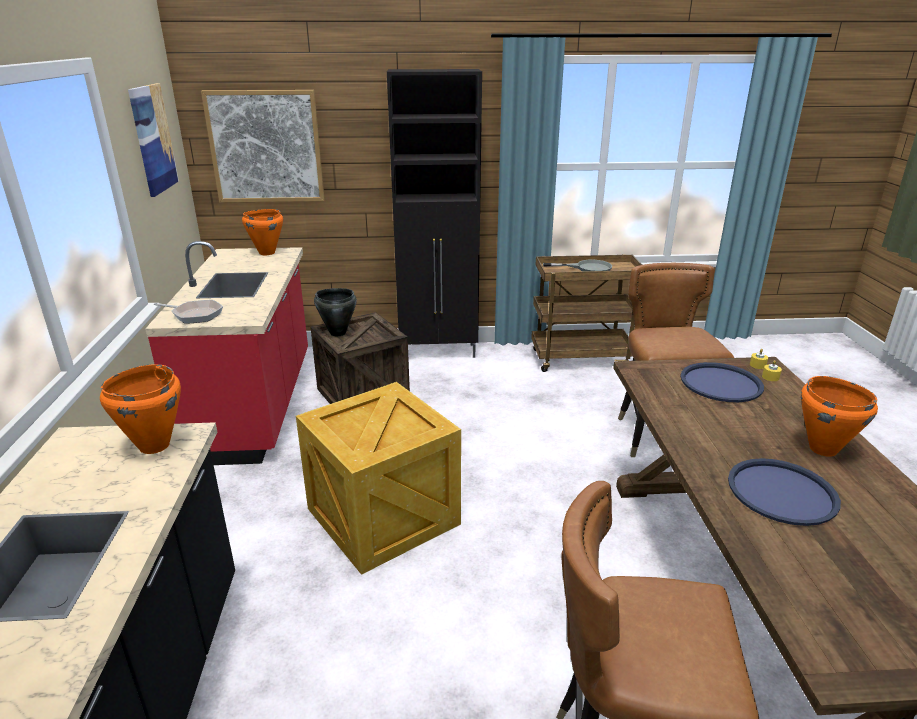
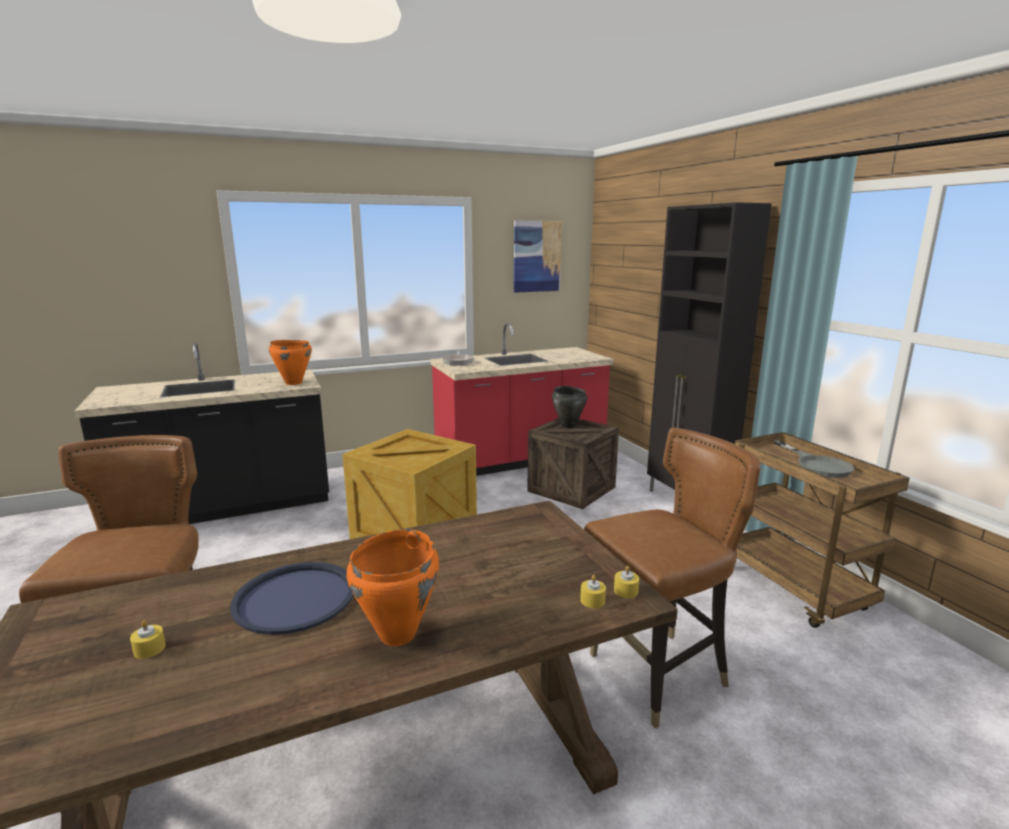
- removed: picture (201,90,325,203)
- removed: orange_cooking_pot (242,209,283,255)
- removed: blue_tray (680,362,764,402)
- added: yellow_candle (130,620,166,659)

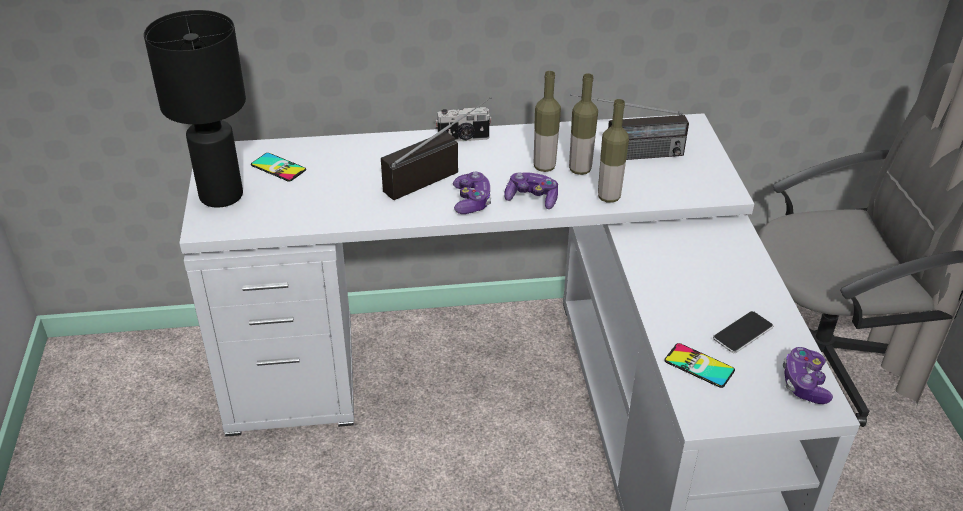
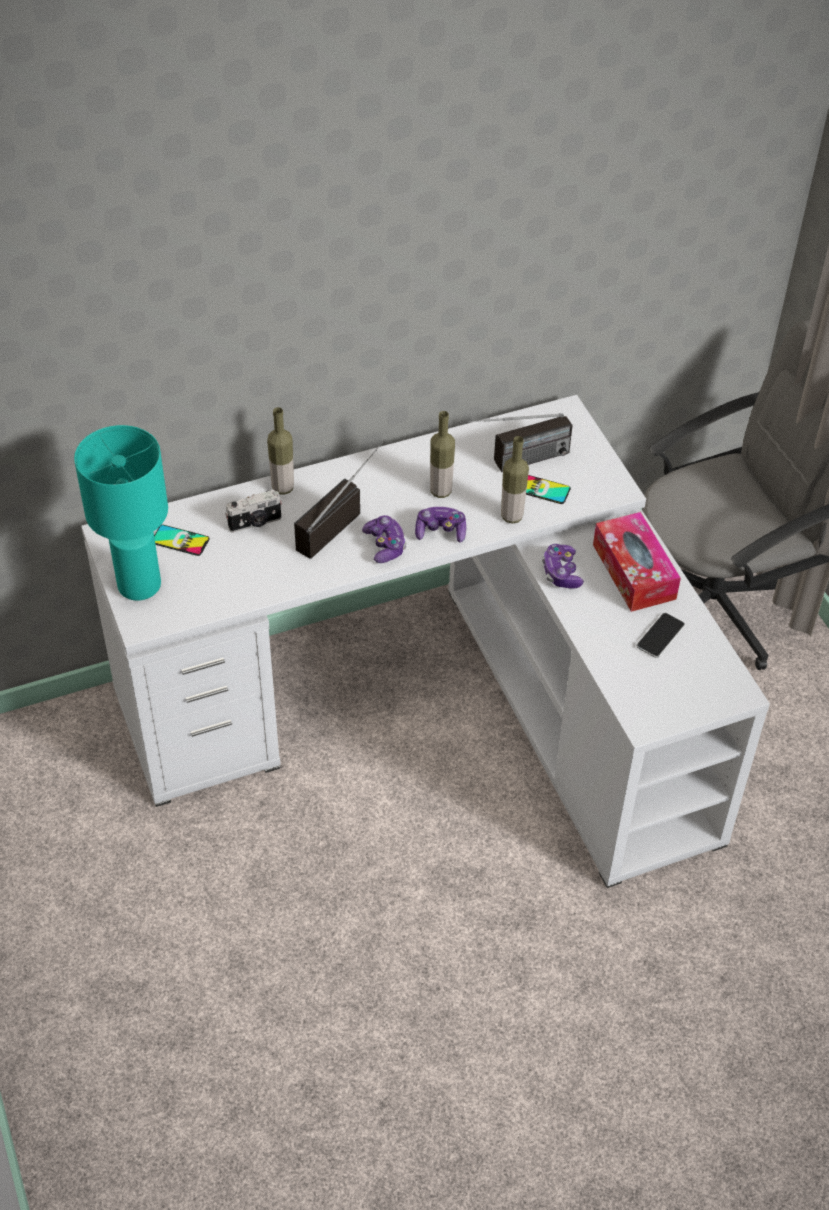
- added: tissue_box (593,512,681,612)
- moved: photo_camera (435,107,492,142) to (225,490,282,533)
- moved: bottle (569,73,598,175) to (267,407,294,495)
- moved: phone (664,343,735,388) to (526,475,571,504)
- moved: game_controller (783,347,833,404) to (542,544,584,589)
- recoloured: black_table_lamp (144,10,246,208) to turquoise_table_lamp (74,425,168,601)

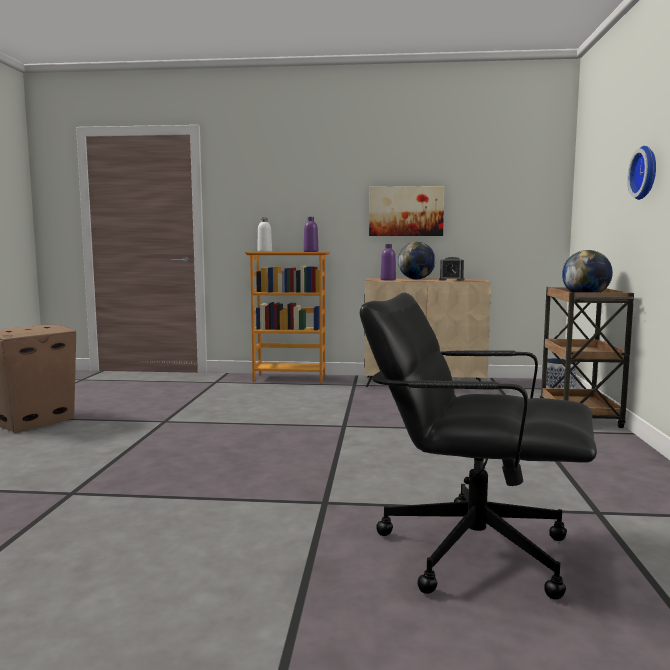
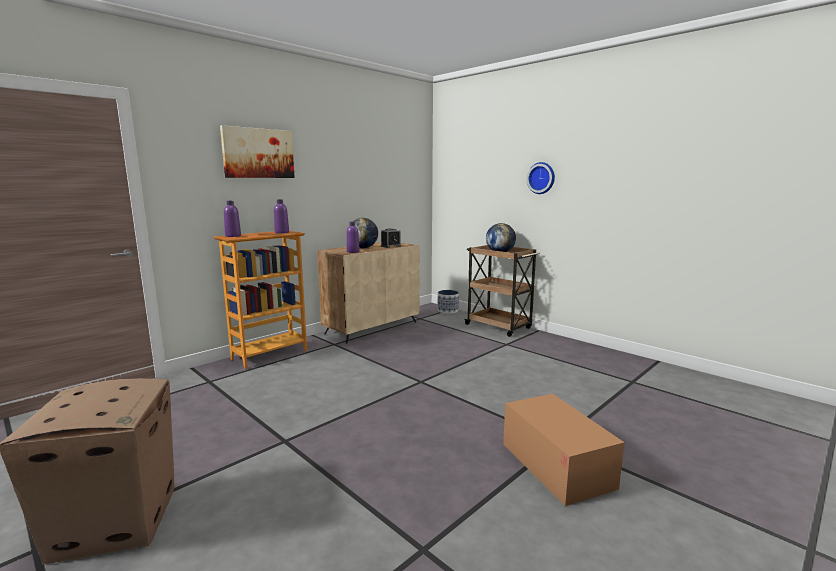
- removed: black_office_chair (360,293,597,600)
- added: cardboard_box (503,394,624,506)
- moved: picture (369,186,444,236) to (220,125,295,178)
- recoloured: white_bottle (257,217,272,252) to purple_bottle (224,201,241,237)

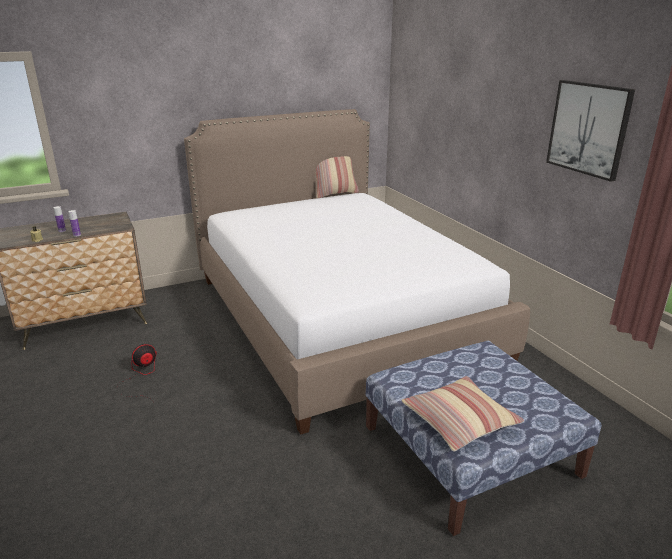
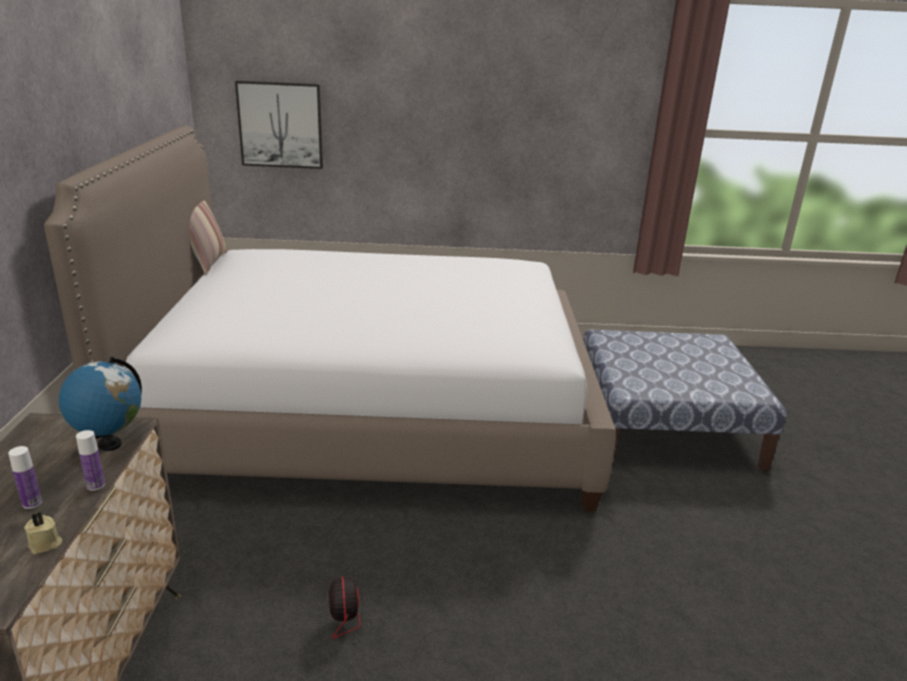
- removed: pillow (401,376,524,452)
- added: globe (59,357,142,451)
- moved: picture (546,80,635,182) to (235,81,323,169)

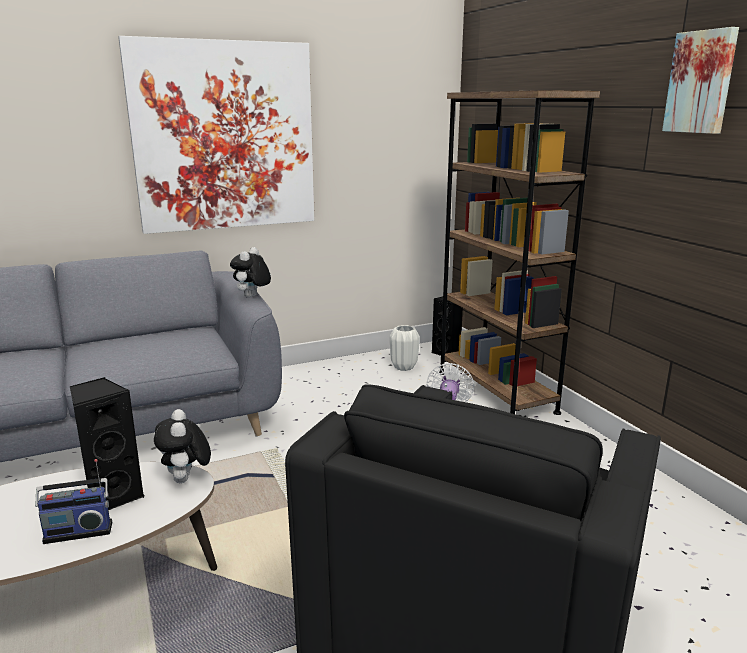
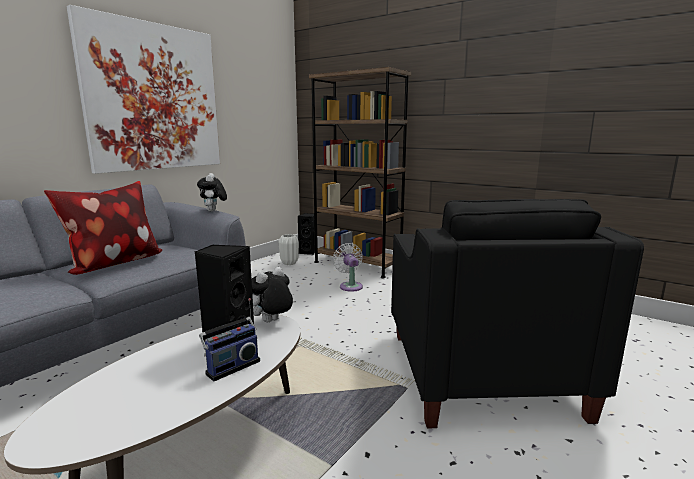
- removed: picture (662,27,739,134)
- added: pillow (44,181,162,275)
- turned: plush_toy (154,409,211,483) = (252,267,293,322) 90 degrees clockwise

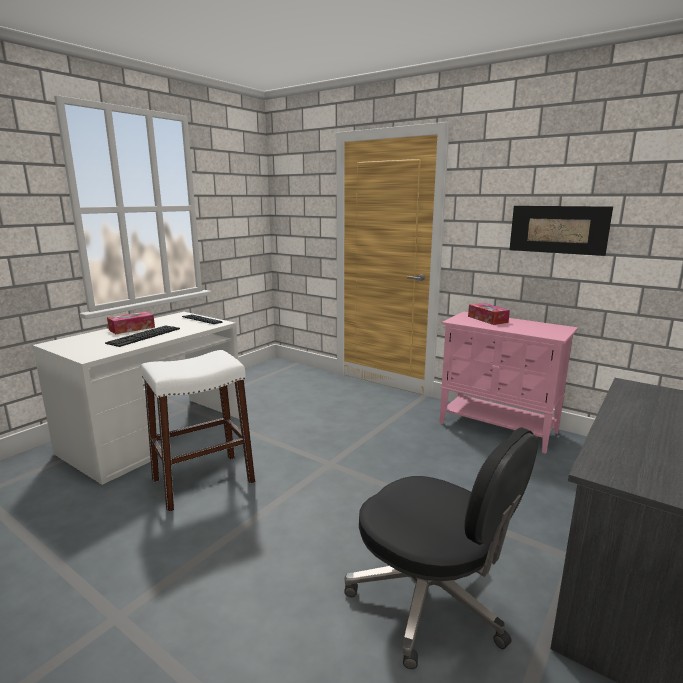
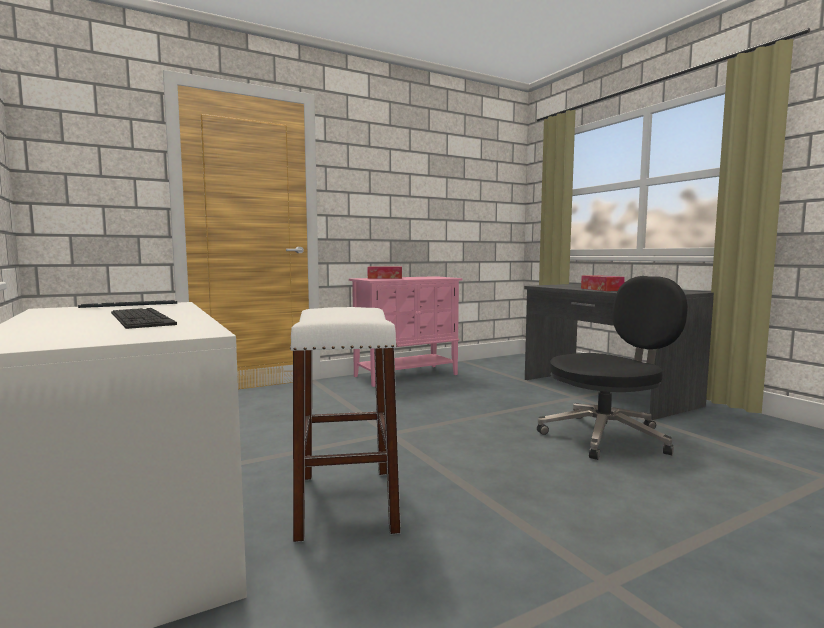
- removed: picture (510,206,613,256)
- moved: tissue_box (107,312,155,334) to (581,275,625,291)

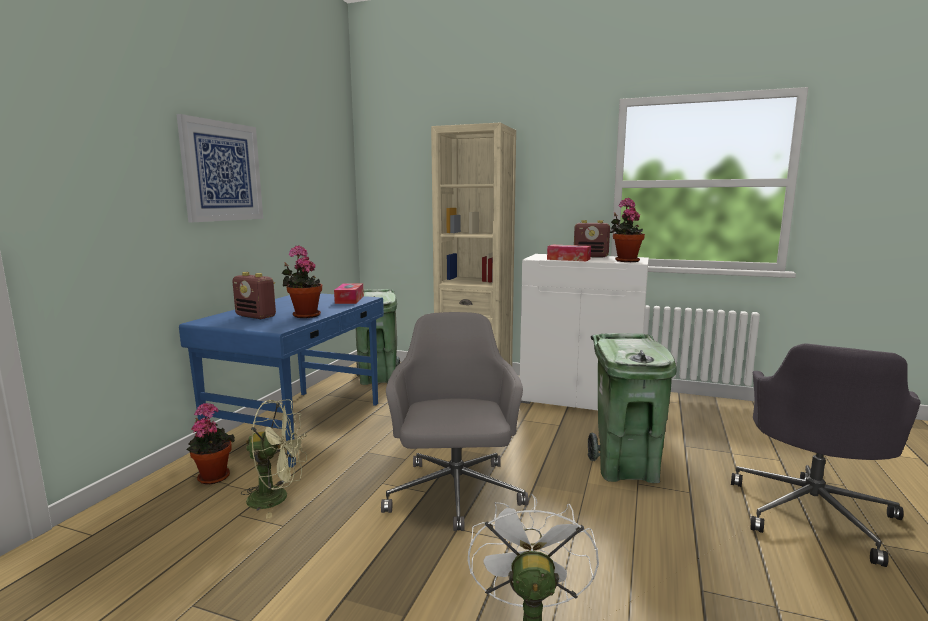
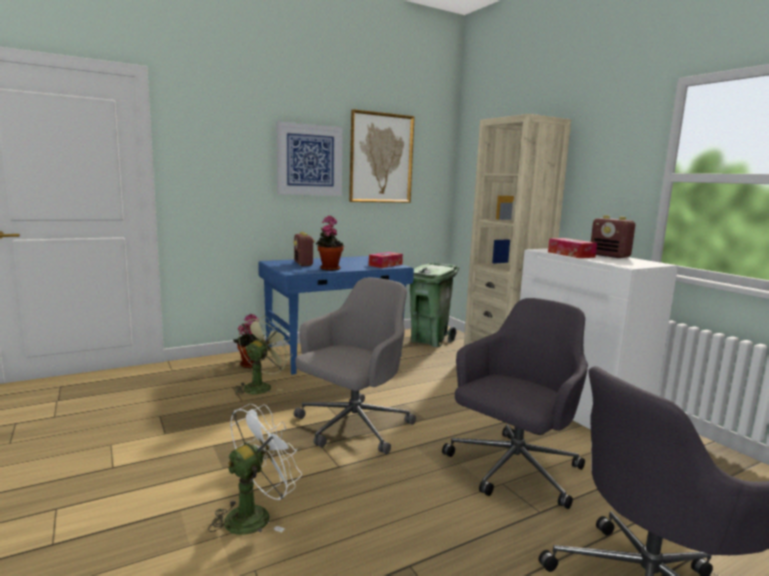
- removed: potted_plant (610,198,645,262)
- added: picture (349,109,415,203)
- replaced: green_trash_can (588,333,677,483) to grey_office_chair (442,298,588,509)
- turned: green_fan (240,399,307,519) = (235,316,293,395) 105 degrees counterclockwise

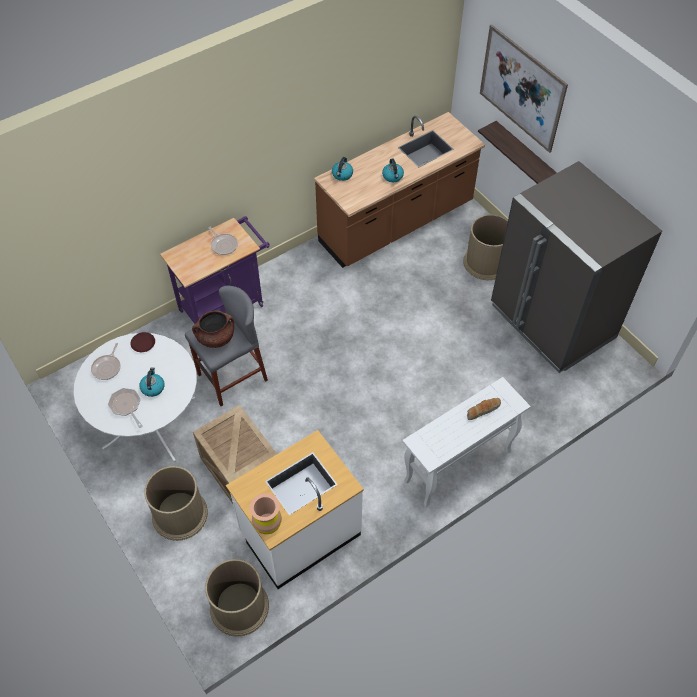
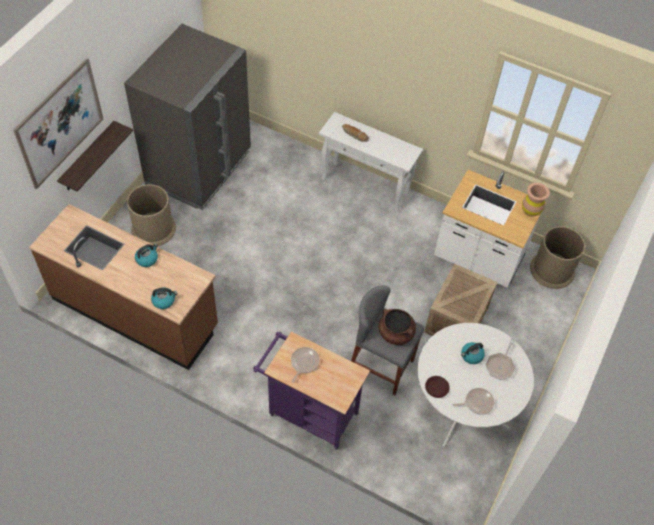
- removed: brown_trash_can (144,466,208,541)

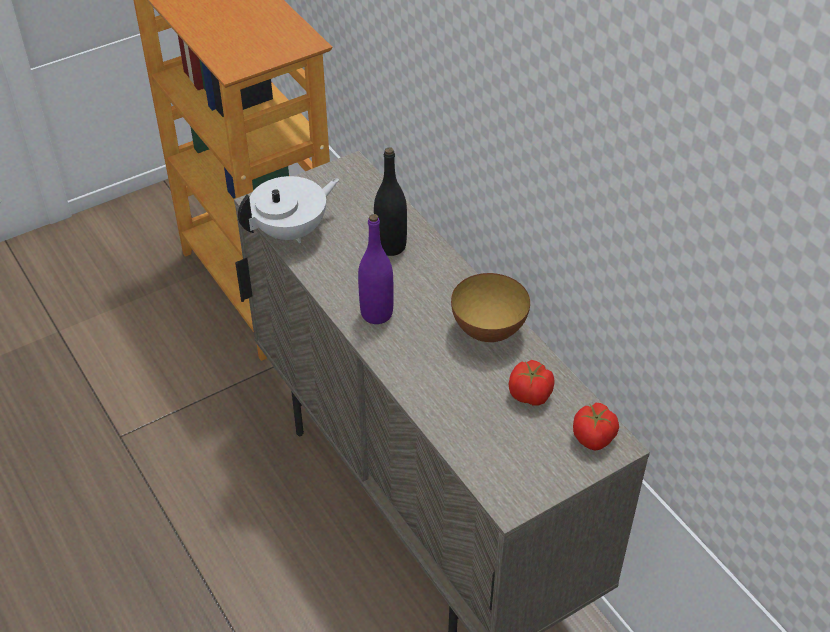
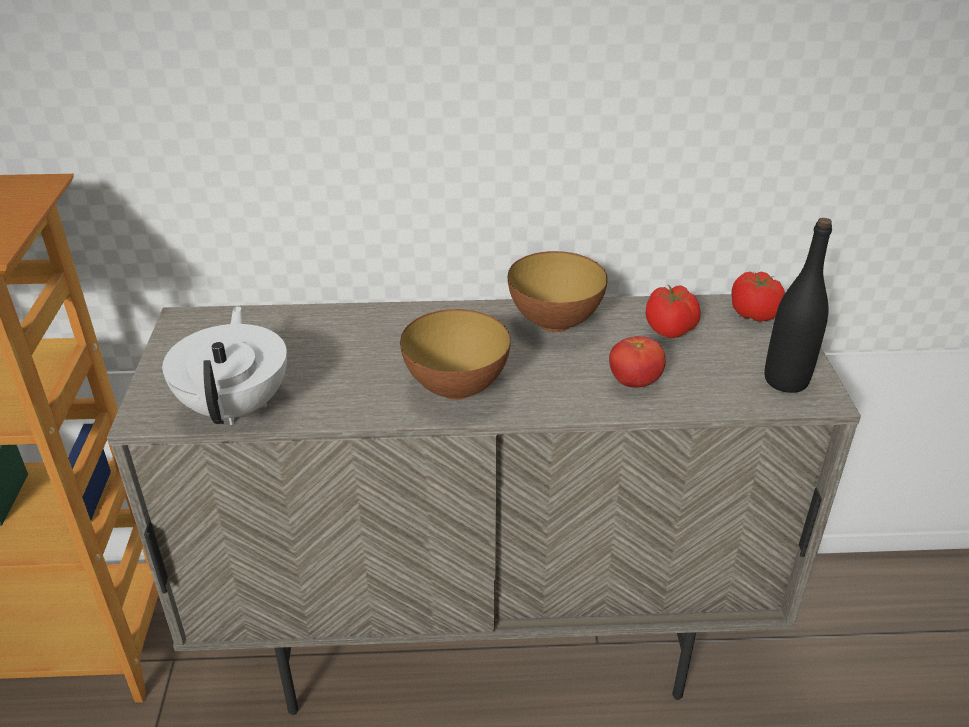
- added: tomato (609,336,666,388)
- moved: black_bottle (374,147,407,256) to (765,218,832,393)
- replaced: purple_bottle (358,214,393,324) to bowl (400,309,511,400)

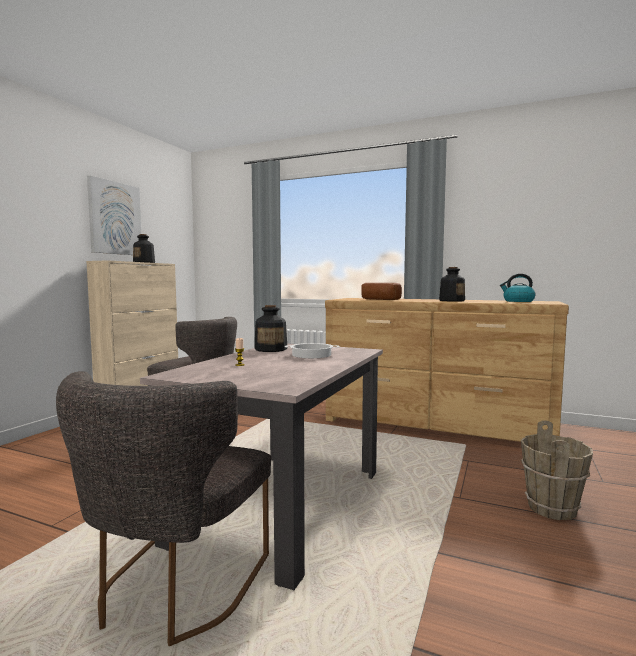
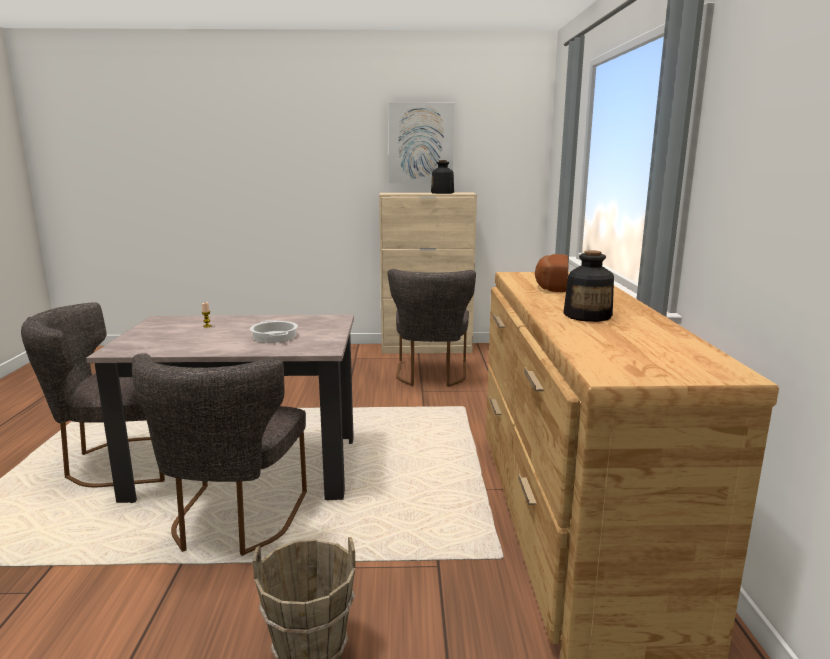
- removed: bottle (254,305,288,352)
- removed: kettle (500,274,536,302)
- added: grey_chair (132,353,307,556)

